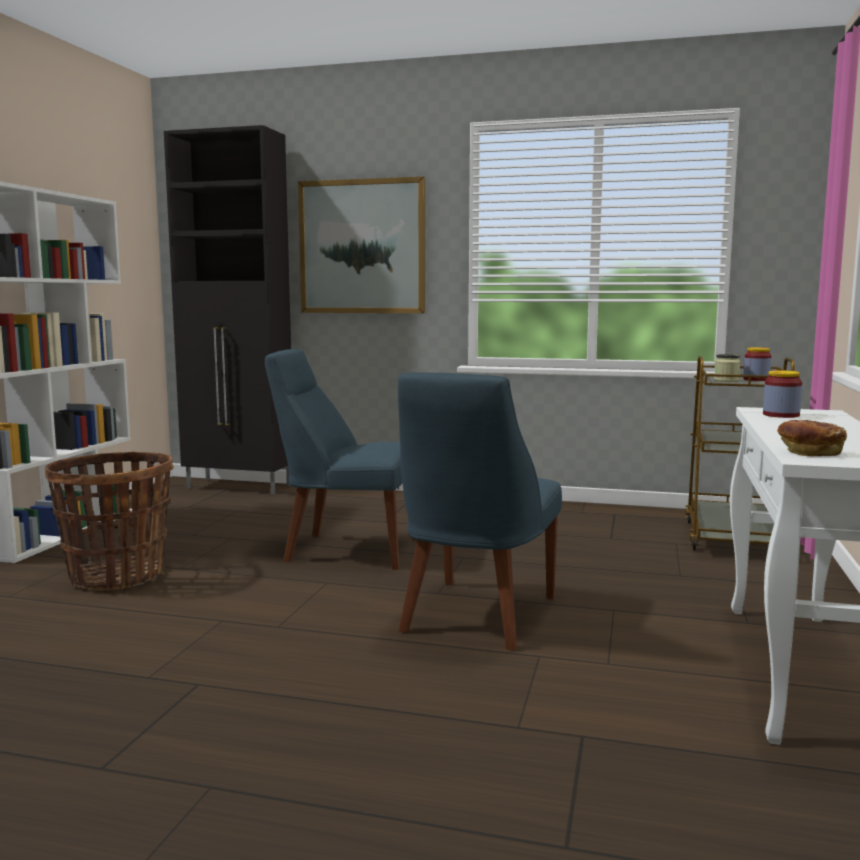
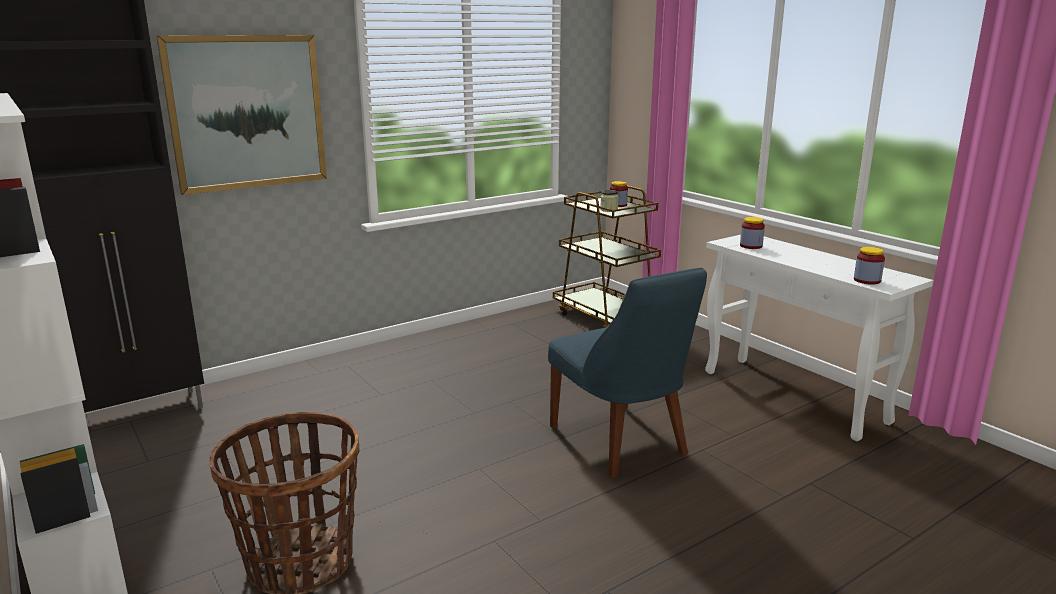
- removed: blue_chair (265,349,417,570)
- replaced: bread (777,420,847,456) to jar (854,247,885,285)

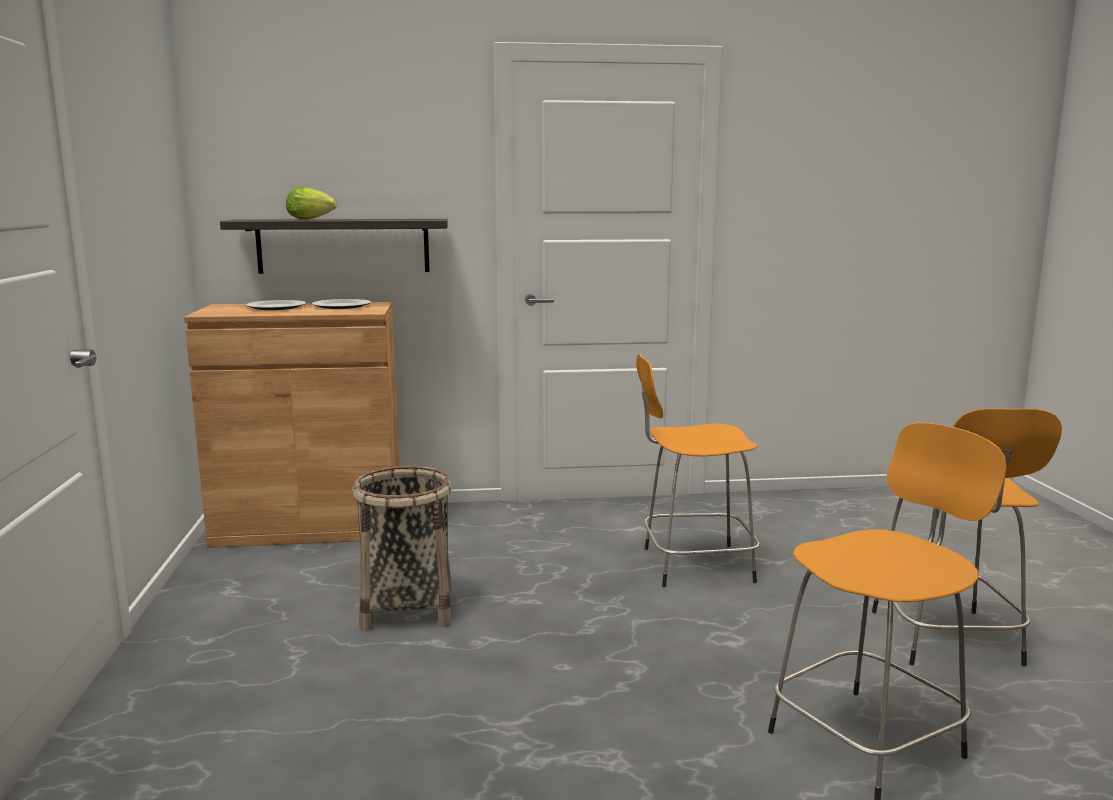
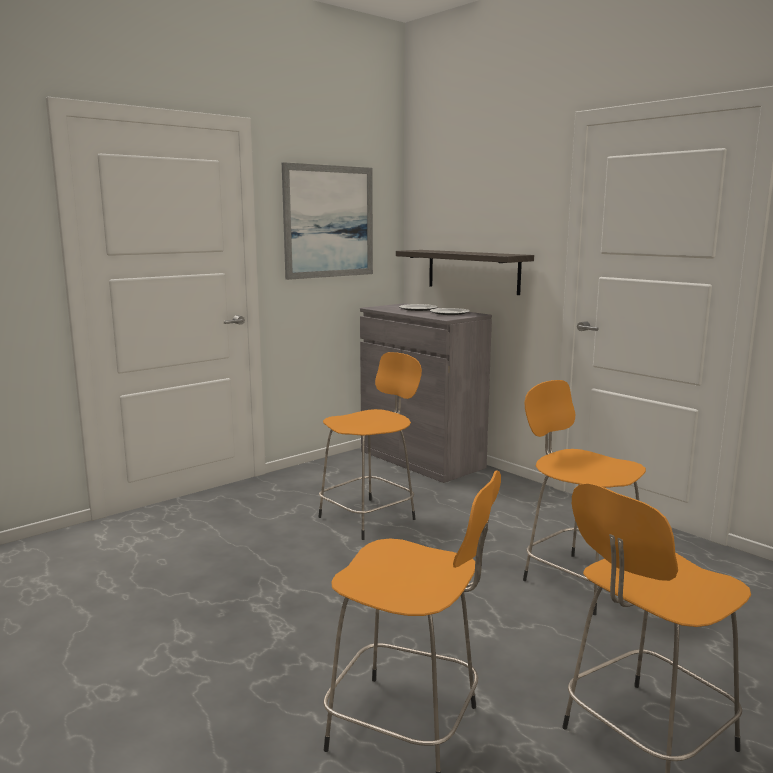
- removed: lettuce (286,187,337,220)
- added: picture (282,162,373,280)
- replaced: basket (352,466,452,632) to orange_stool (318,352,422,540)
- recoloured: brown_cabinet (184,302,399,548) to grey_cabinet (360,303,492,483)

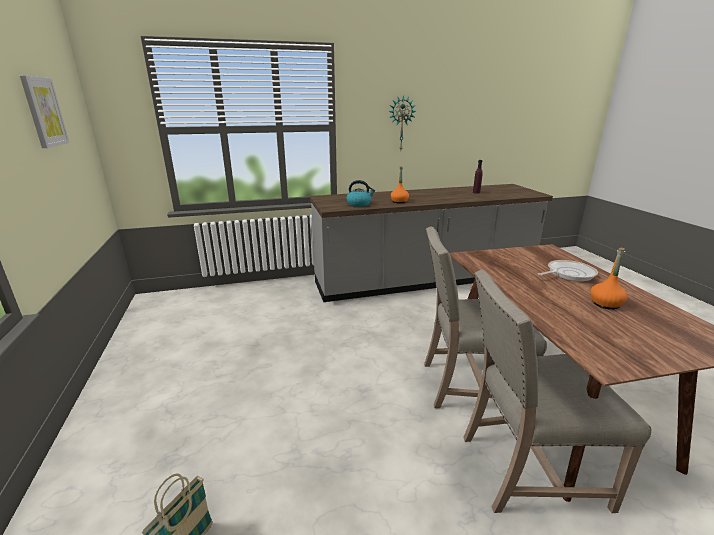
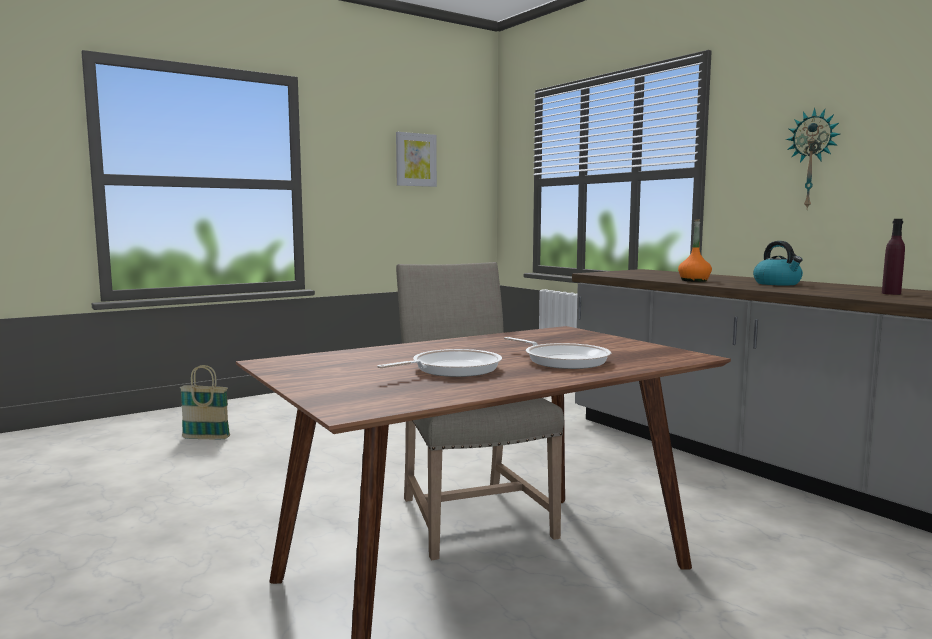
- removed: beige_chair (463,270,651,513)
- moved: kettle (346,180,375,207) to (753,241,803,286)
- replaced: orange_bottle (591,248,627,310) to frying_pan (377,349,502,377)

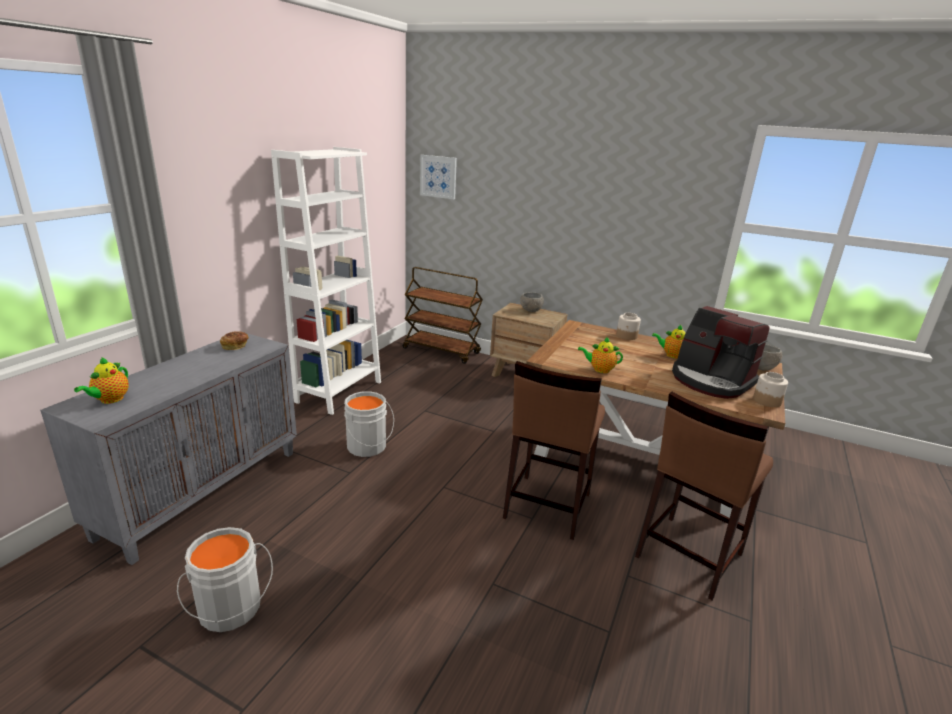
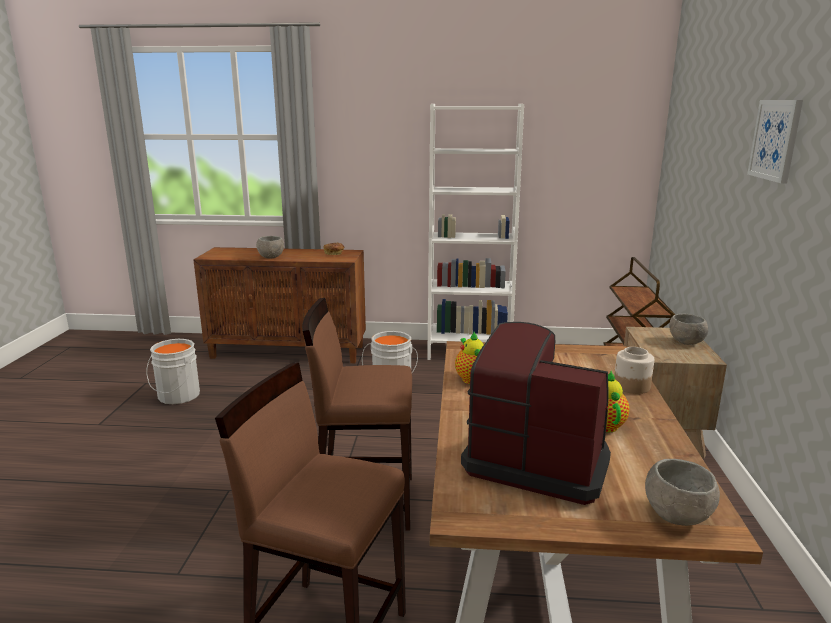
- removed: teapot (74,357,129,404)
- removed: jar (753,372,788,407)
- added: grey_bowl (256,236,284,258)
- moved: picture (420,155,457,199) to (747,100,803,183)
- recoloured: grey_cabinet (40,333,297,565) to brown_cabinet (193,247,366,363)
- turned: coffee_machine (672,306,770,399) = (461,322,611,505) 90 degrees clockwise

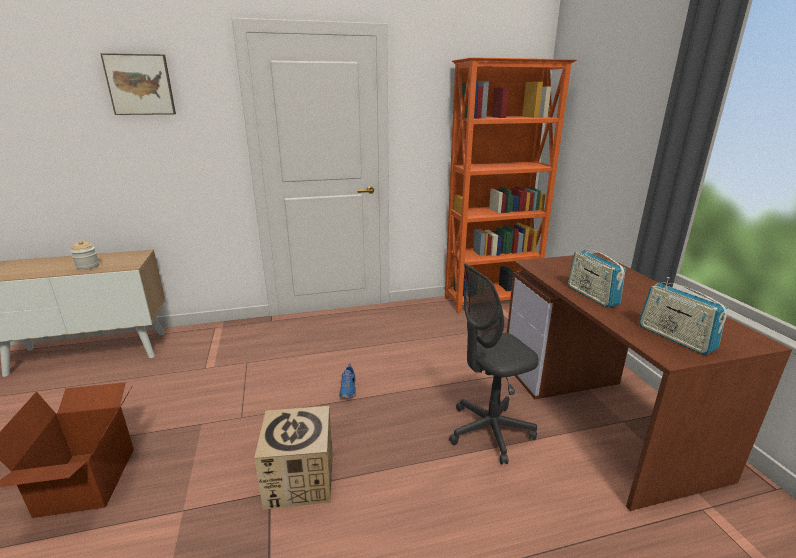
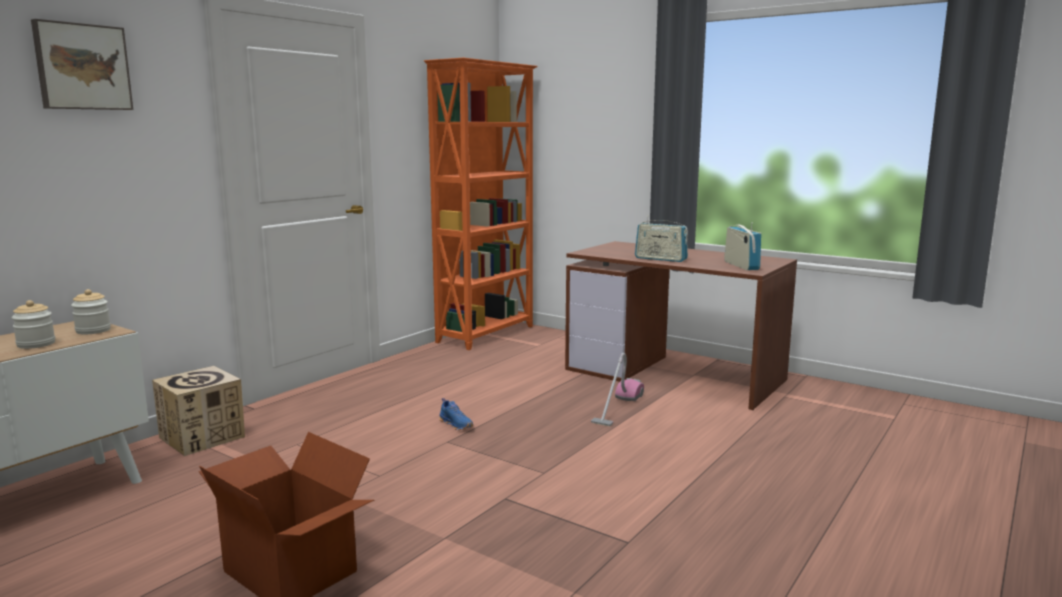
- added: jar (71,289,111,334)
- moved: cardboard_box (254,406,333,510) to (152,366,245,456)
- replaced: grey_office_chair (449,264,539,465) to vacuum_cleaner (591,353,644,426)
- turned: radio (639,277,727,355) = (724,223,761,270) 120 degrees counterclockwise

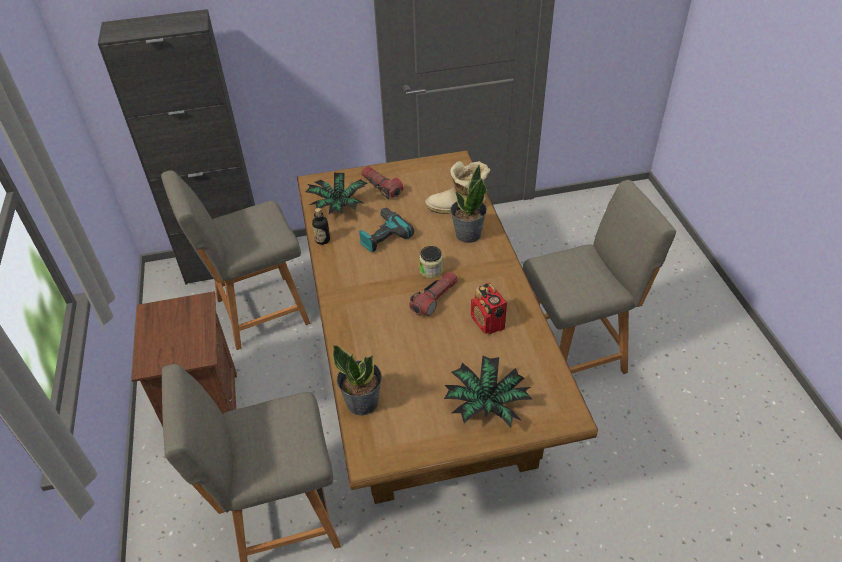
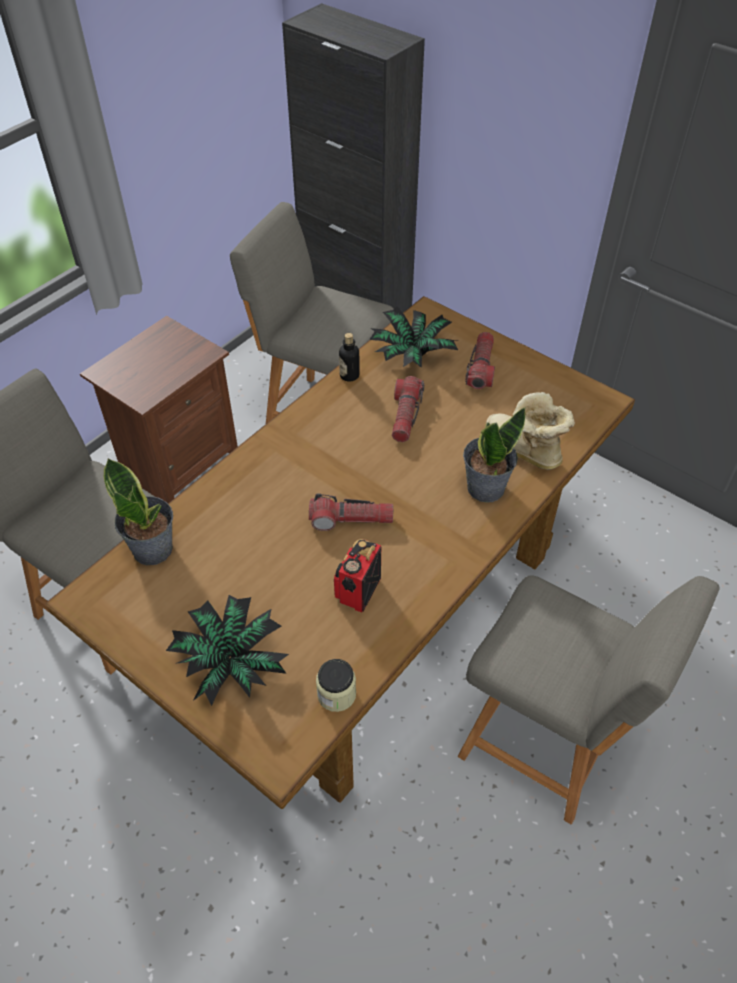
- moved: jar (419,246,443,278) to (316,659,356,712)
- replaced: power_drill (359,208,414,253) to flashlight (392,376,424,442)

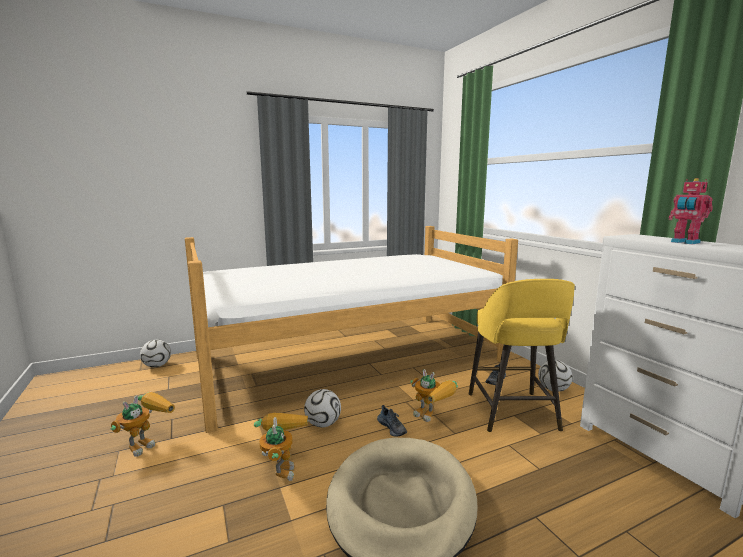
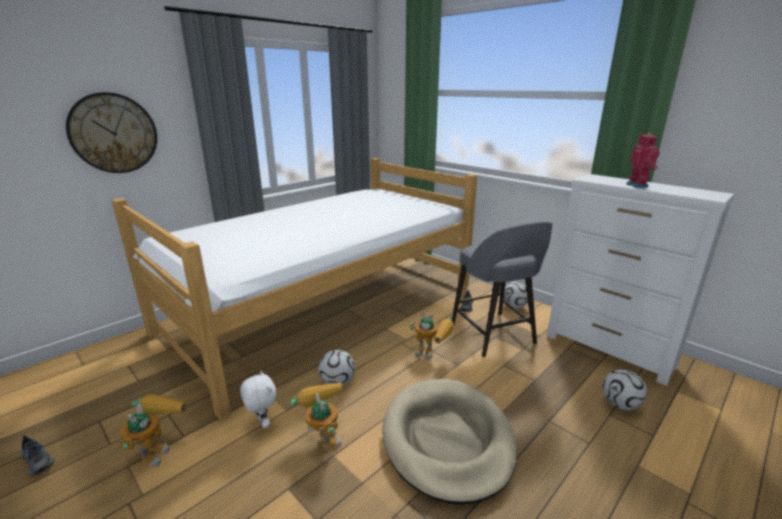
- added: wall_clock (66,92,157,173)
- added: white_plush_toy (240,370,276,429)
- moved: football (140,340,171,367) to (602,369,647,410)
- moved: shoe (377,405,407,437) to (21,435,55,476)
- recoloured: yellow_stool (469,279,575,432) to grey_stool (452,222,553,357)
- turned: toy_robot (668,178,713,244) = (626,133,660,188) 135 degrees counterclockwise

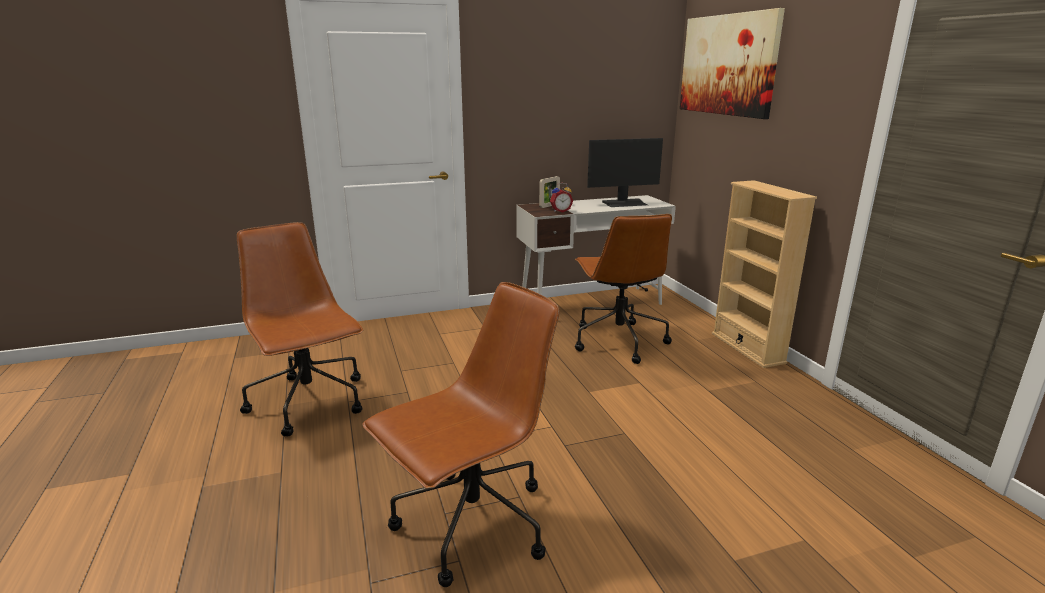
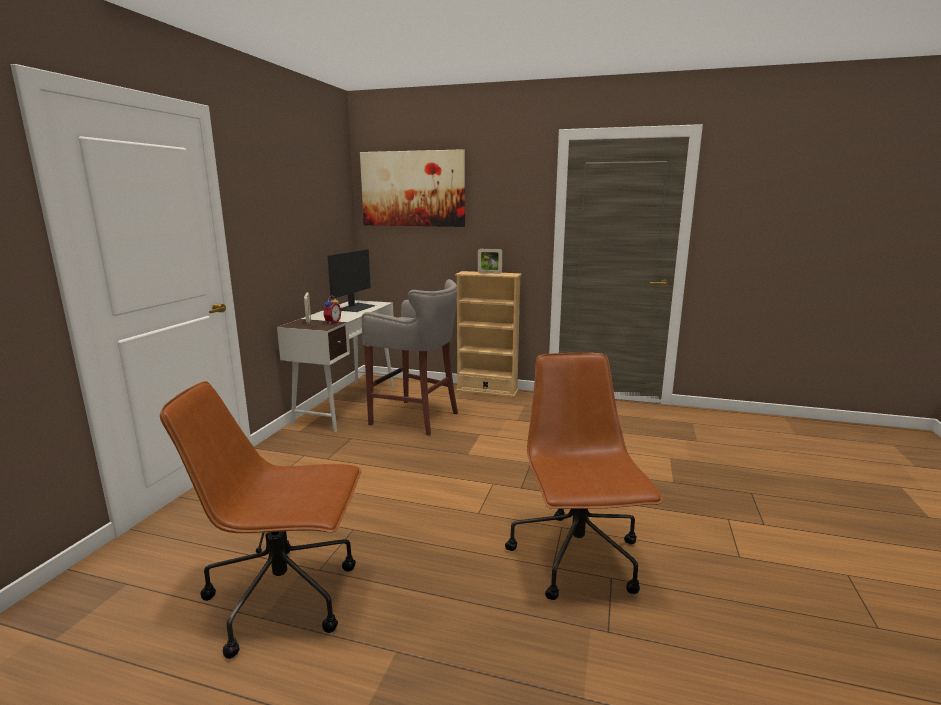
- added: picture_frame (478,248,502,274)
- replaced: brown_office_chair (575,214,672,364) to grey_stool (362,279,458,436)

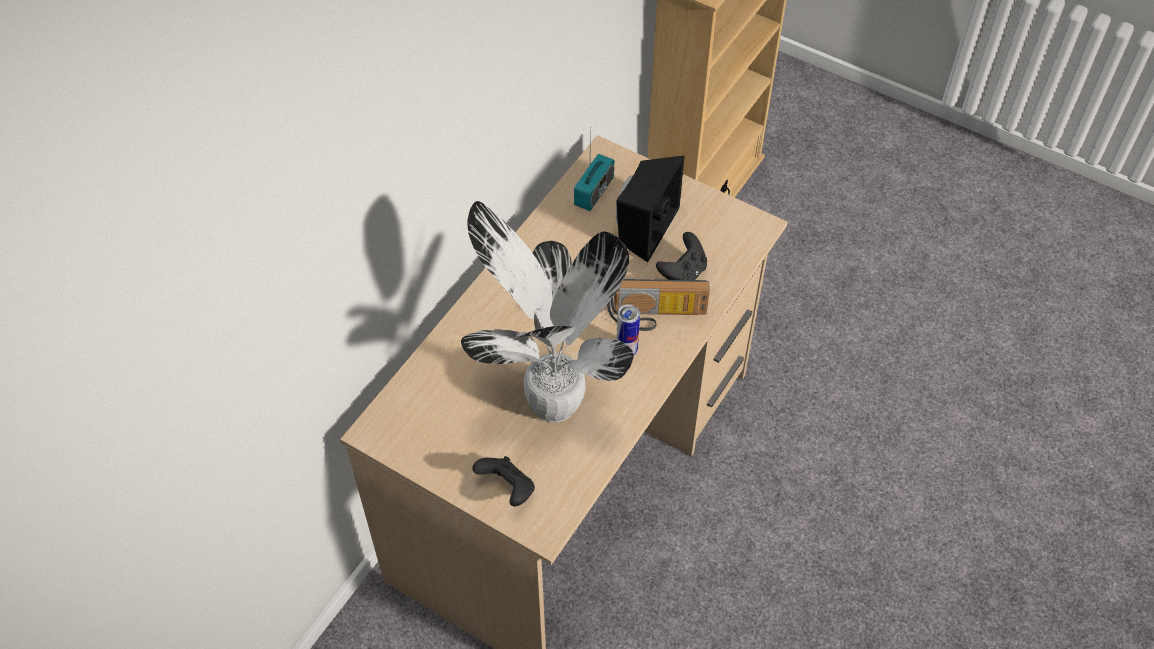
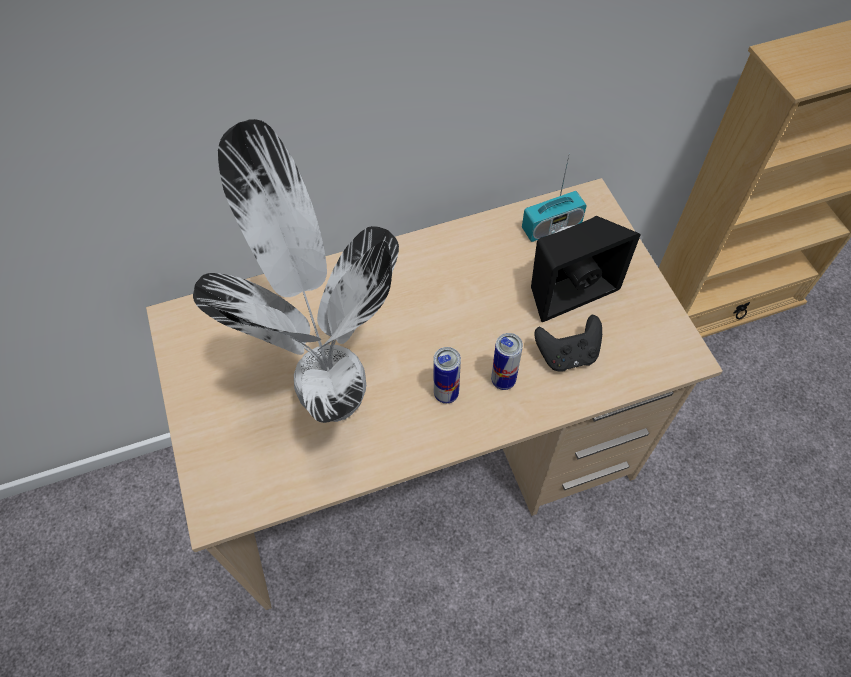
- removed: black_game_controller (472,456,535,506)
- replaced: radio (607,279,710,331) to can (491,333,523,390)

